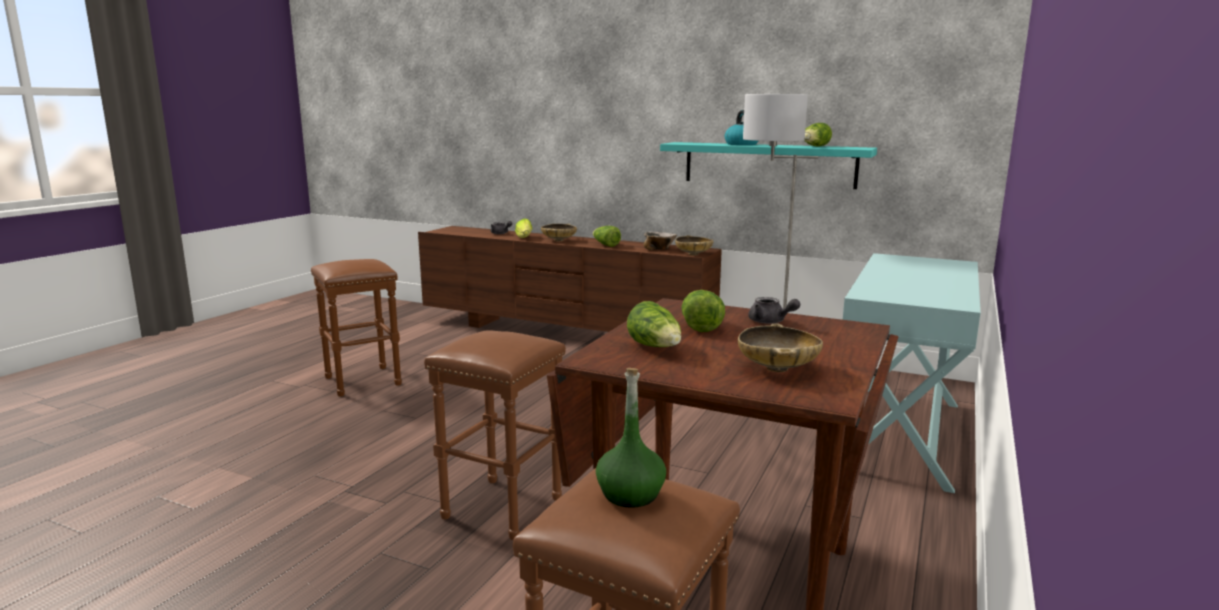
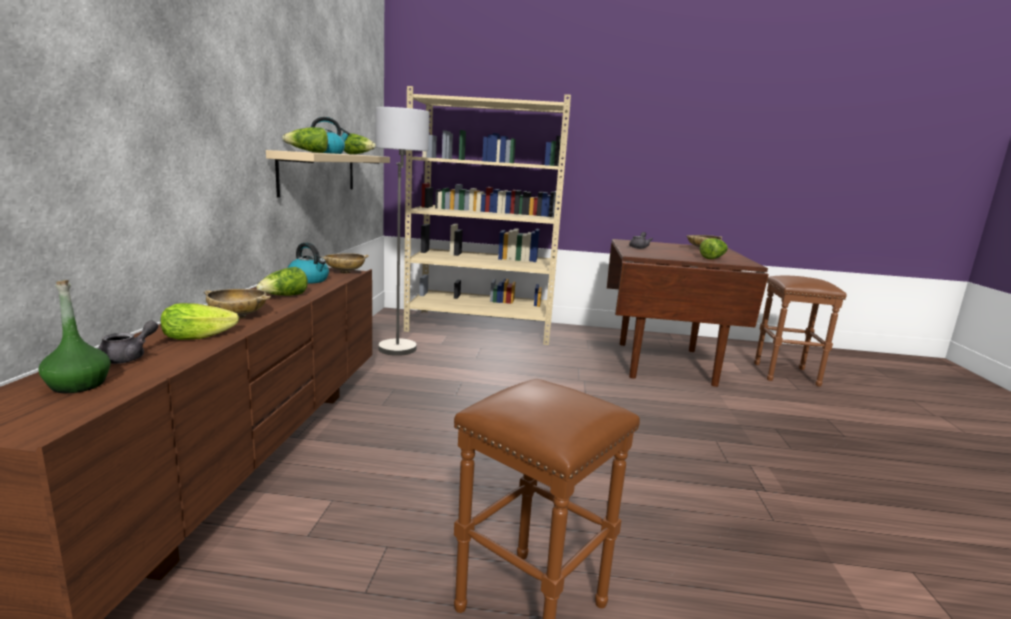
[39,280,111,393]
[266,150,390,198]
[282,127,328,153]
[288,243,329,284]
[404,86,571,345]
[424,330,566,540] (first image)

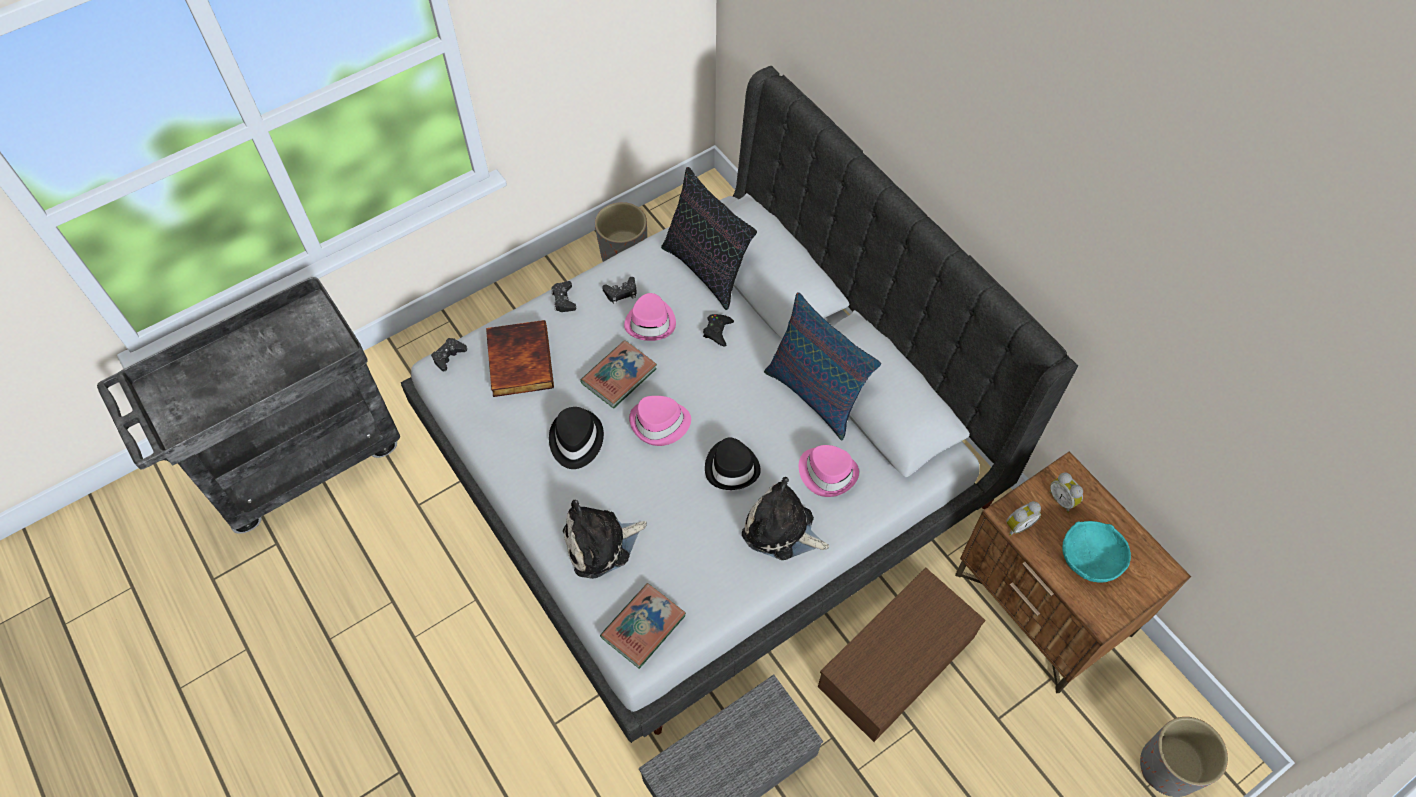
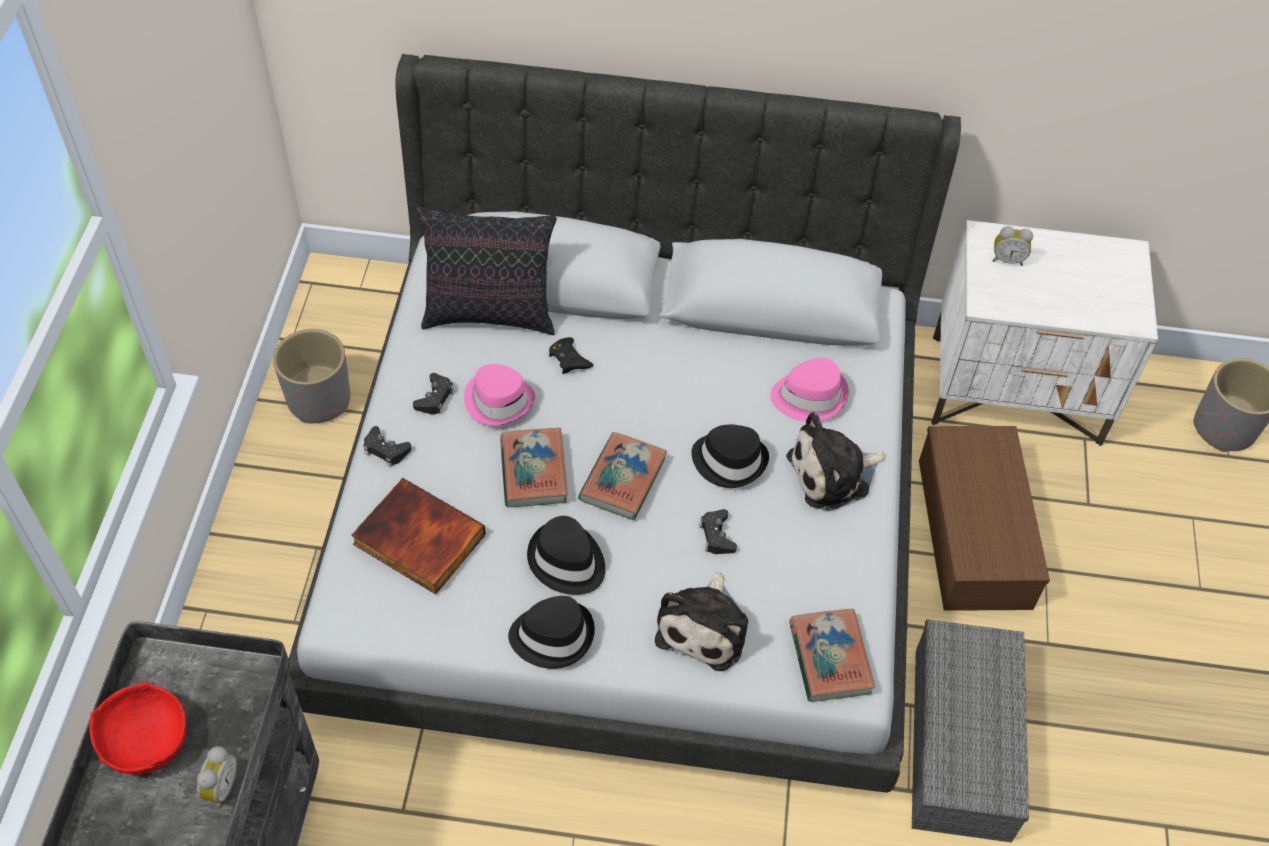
[89,682,187,774]
[197,746,237,809]
[508,596,595,669]
[578,432,667,520]
[699,509,737,554]
[931,220,1158,447]
[764,292,881,440] (first image)
[1062,521,1131,583] (first image)

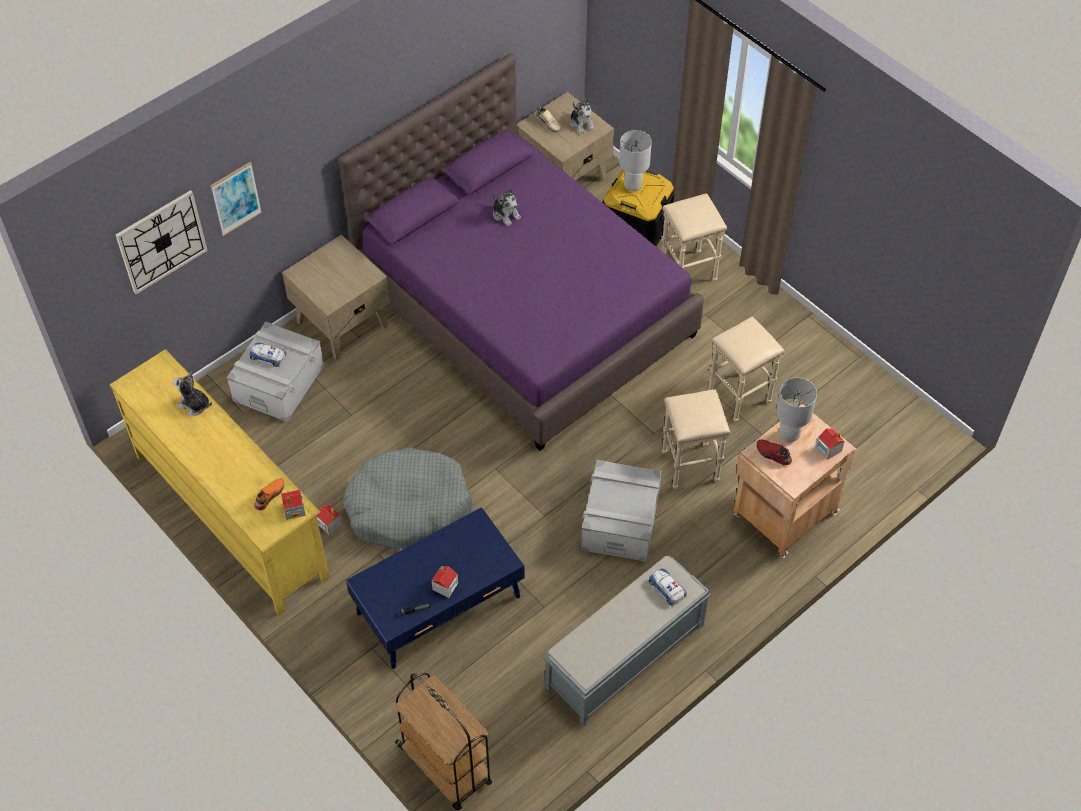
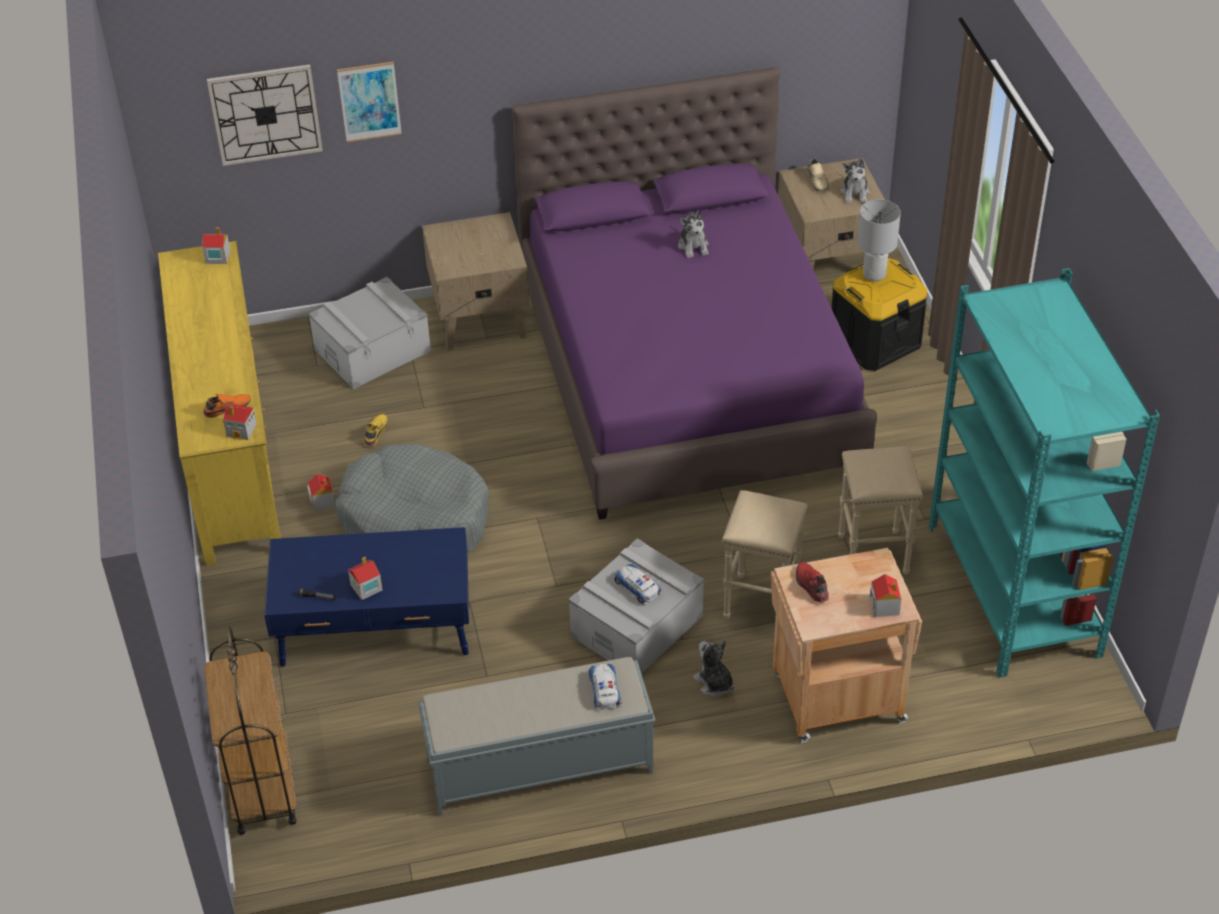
[202,227,230,264]
[364,414,388,446]
[614,564,662,605]
[693,640,734,696]
[929,268,1160,678]
[661,194,727,282] (first image)
[776,378,817,442] (first image)

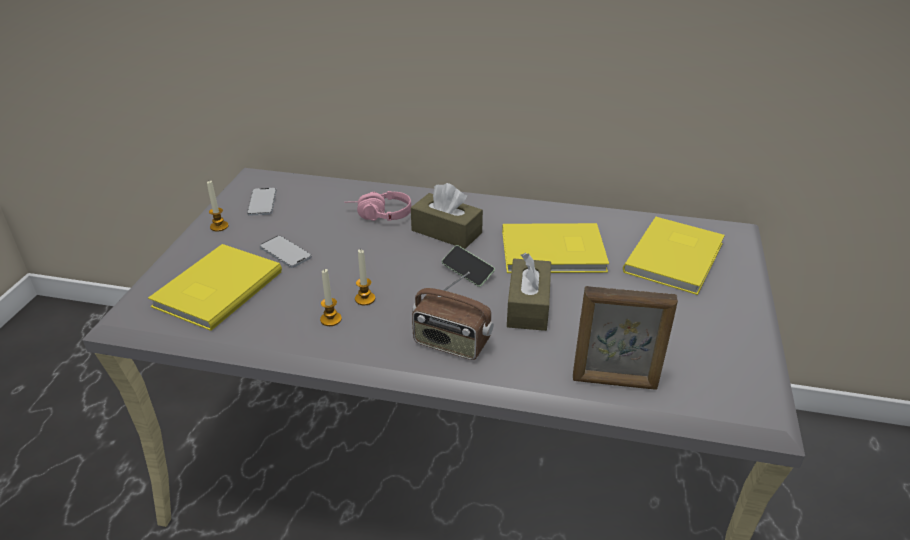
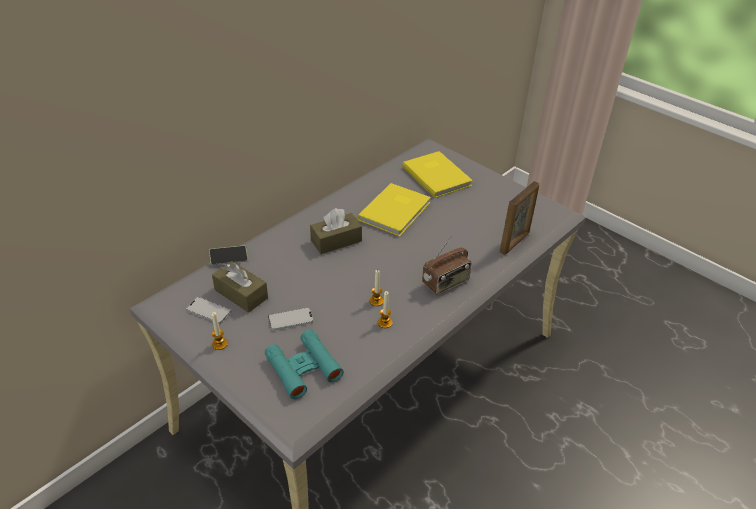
[209,246,248,265]
[212,261,268,313]
[265,329,344,399]
[344,191,411,221] (first image)

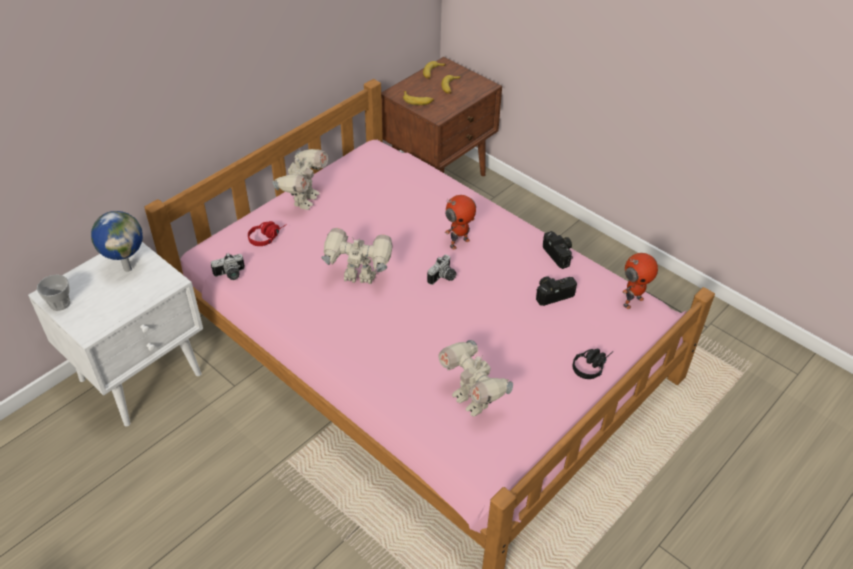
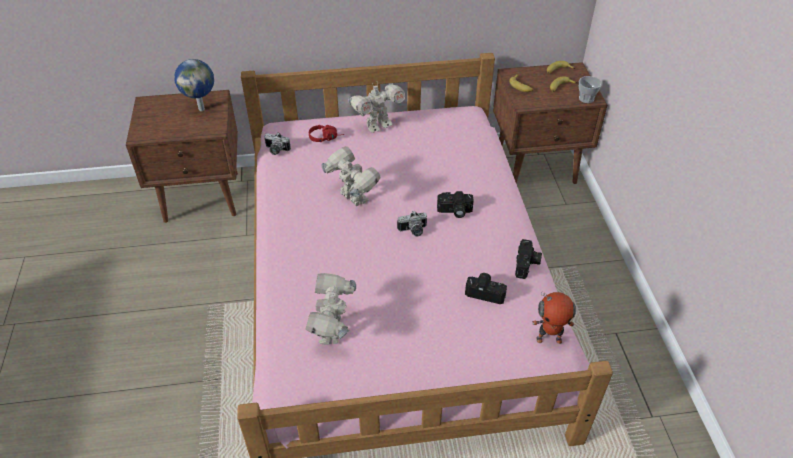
[126,90,238,223]
[437,191,474,218]
[579,76,602,103]
[573,348,613,379] (first image)

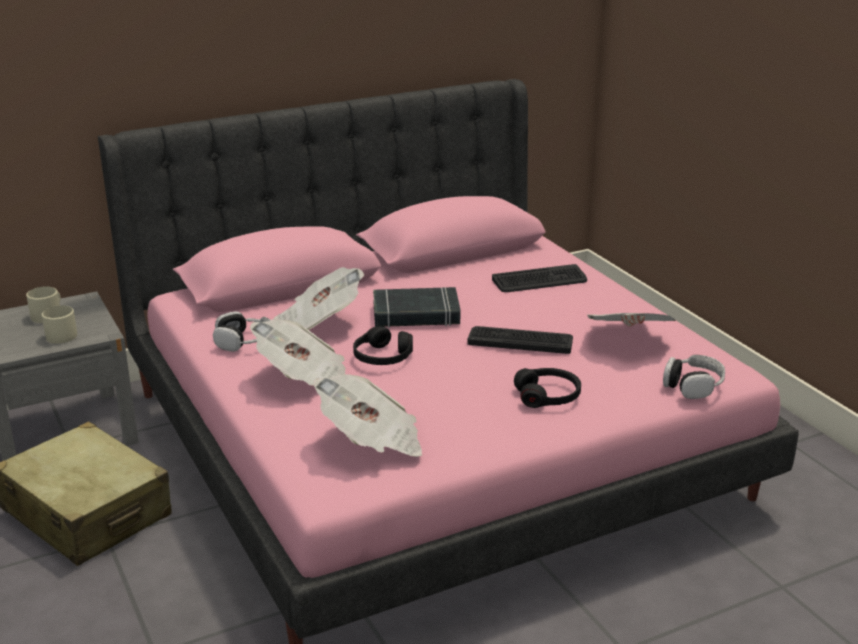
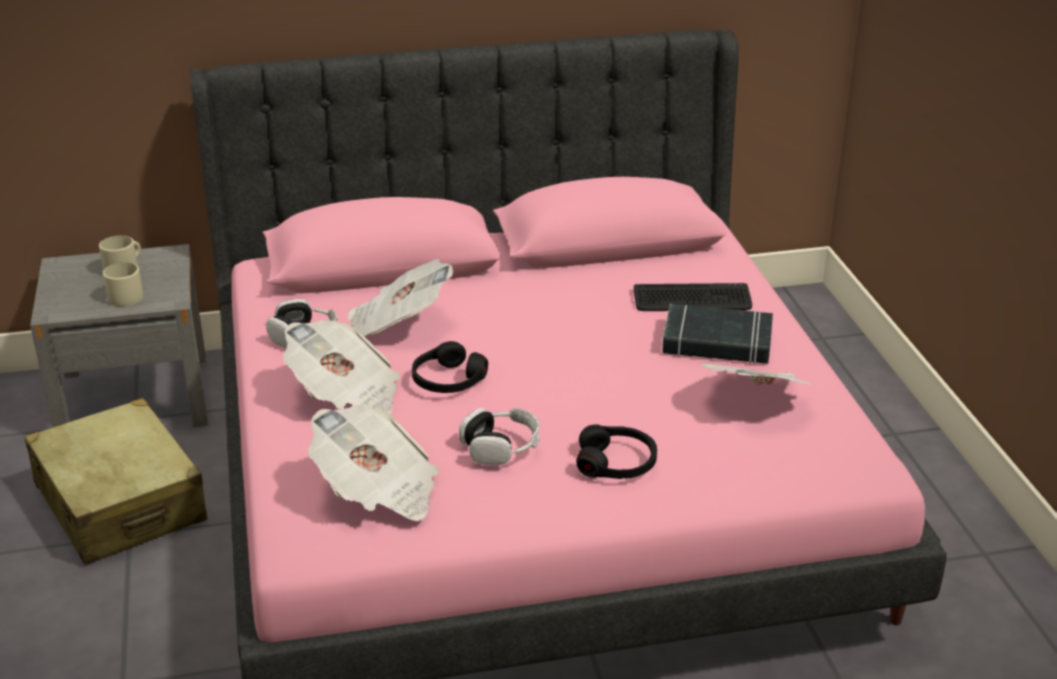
[459,408,540,465]
[662,304,773,365]
[468,326,573,354] (first image)

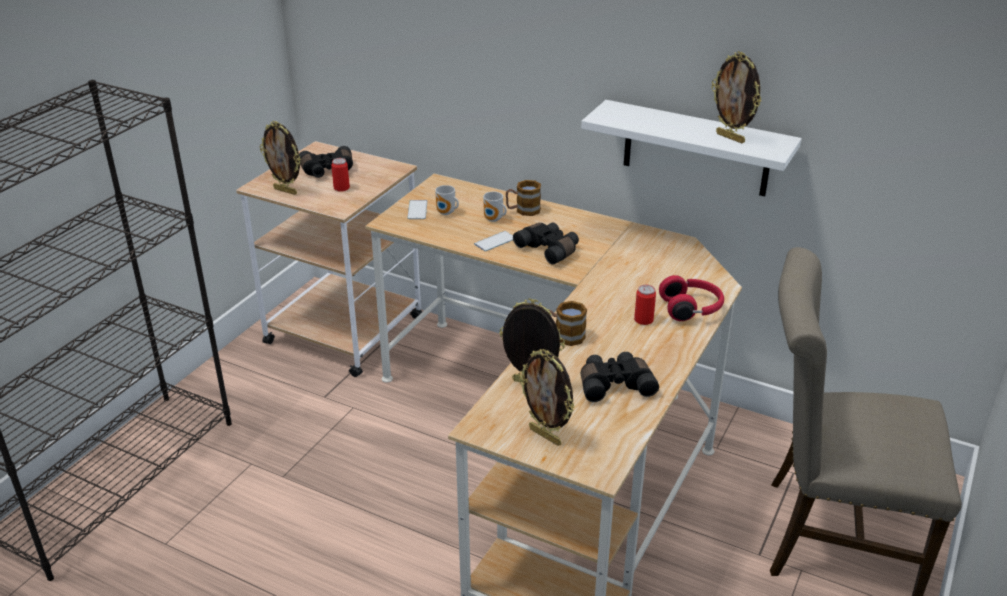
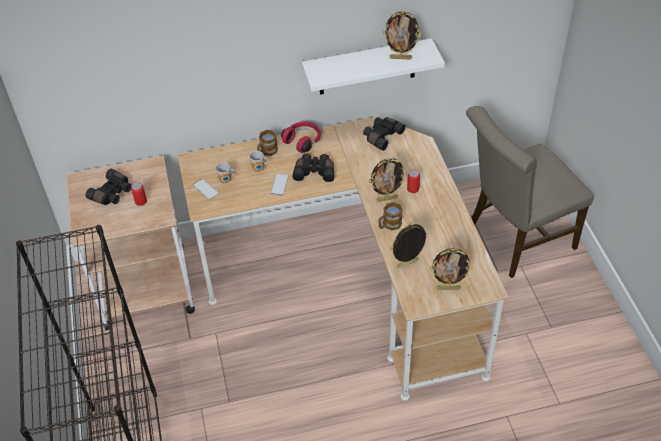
[281,122,321,153]
[363,117,406,151]
[369,158,407,202]

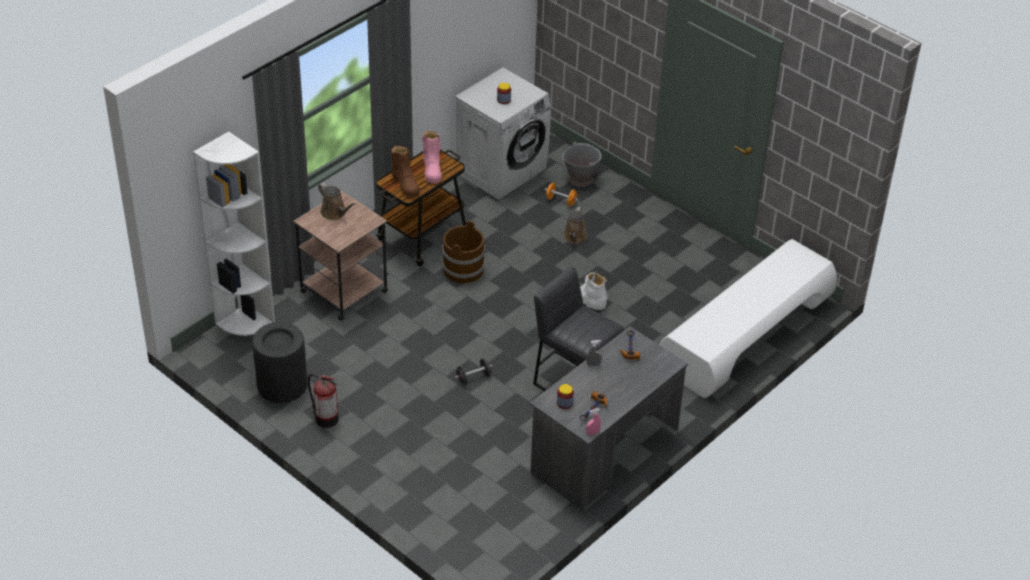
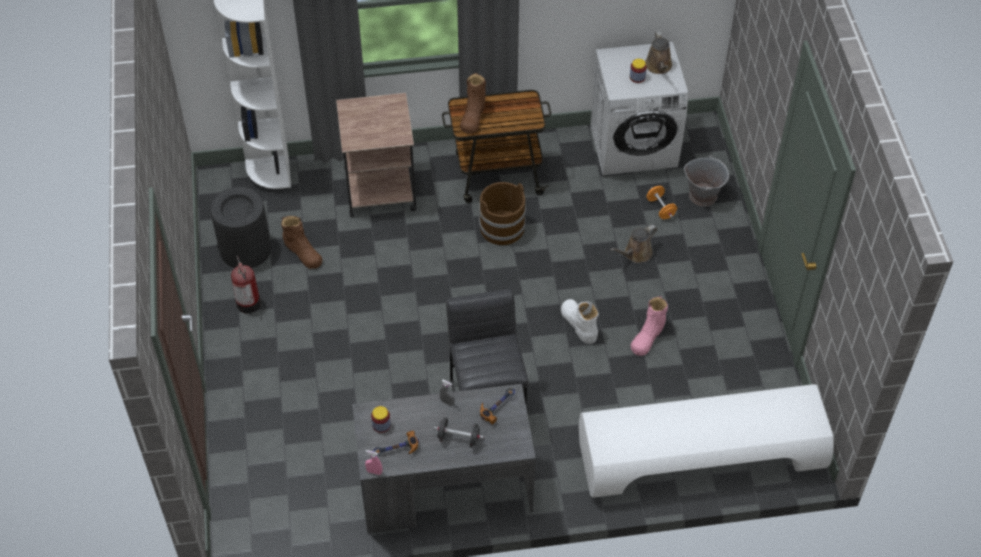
[281,216,322,269]
[434,418,484,448]
[630,296,668,356]
[645,31,672,74]

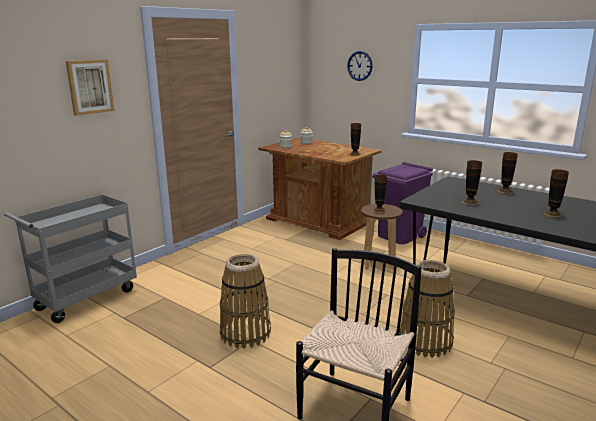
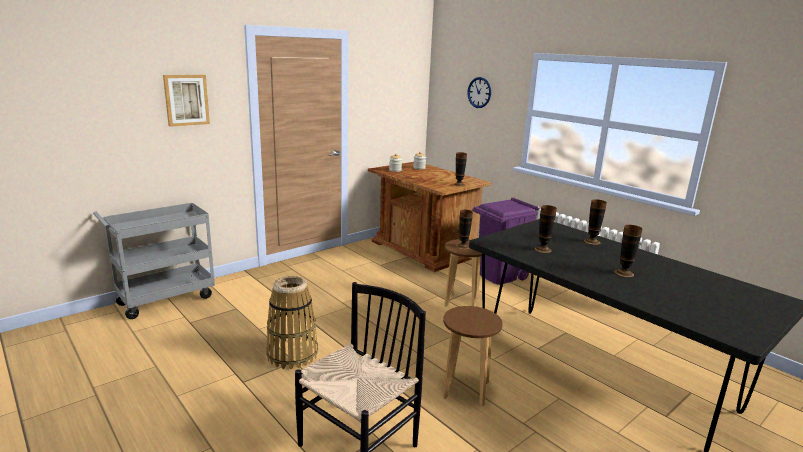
[443,306,503,406]

